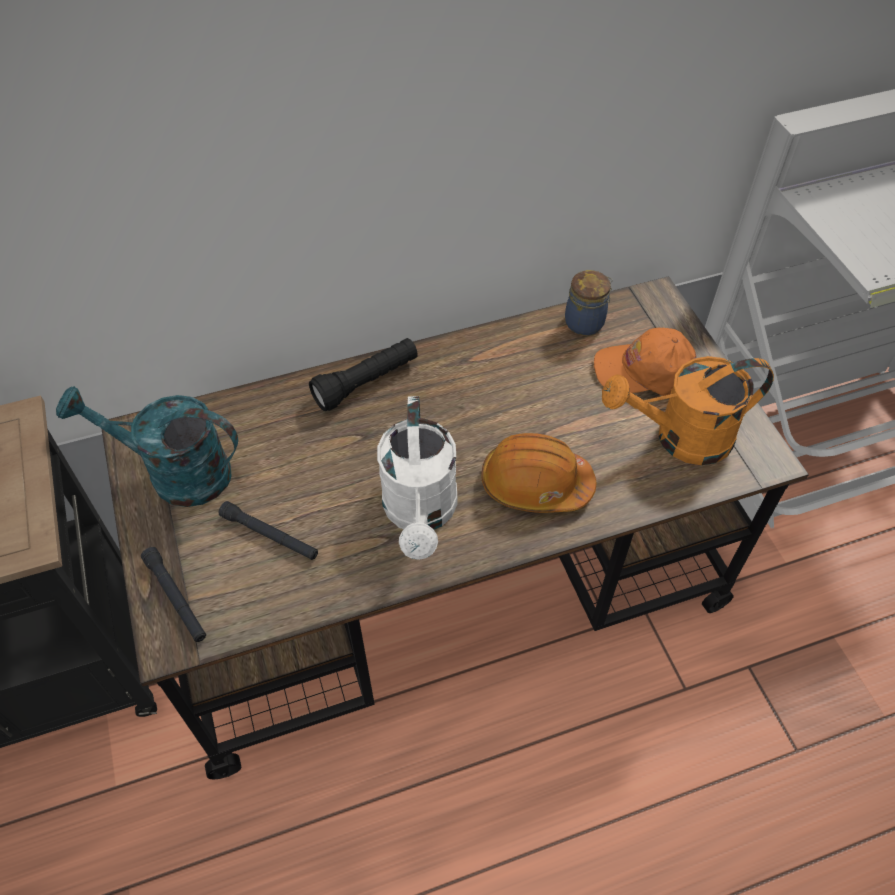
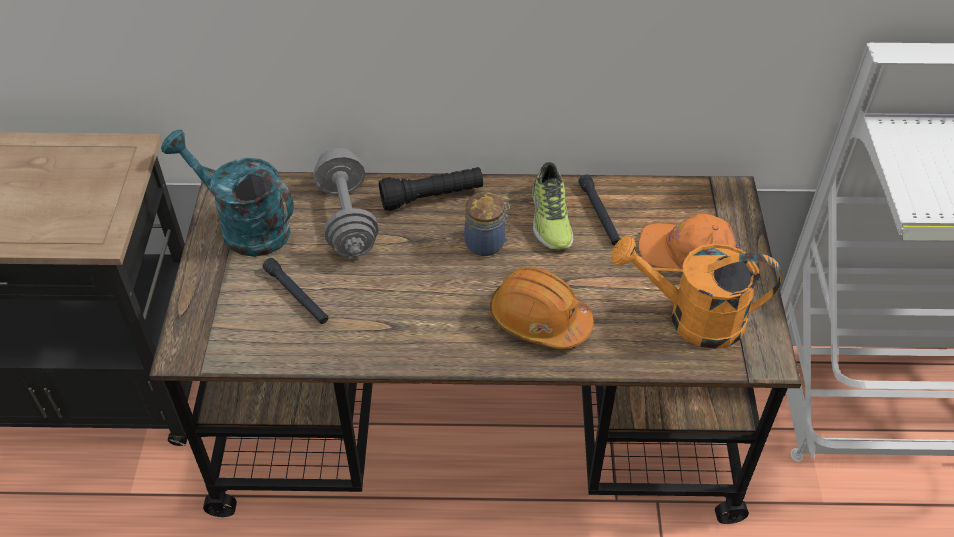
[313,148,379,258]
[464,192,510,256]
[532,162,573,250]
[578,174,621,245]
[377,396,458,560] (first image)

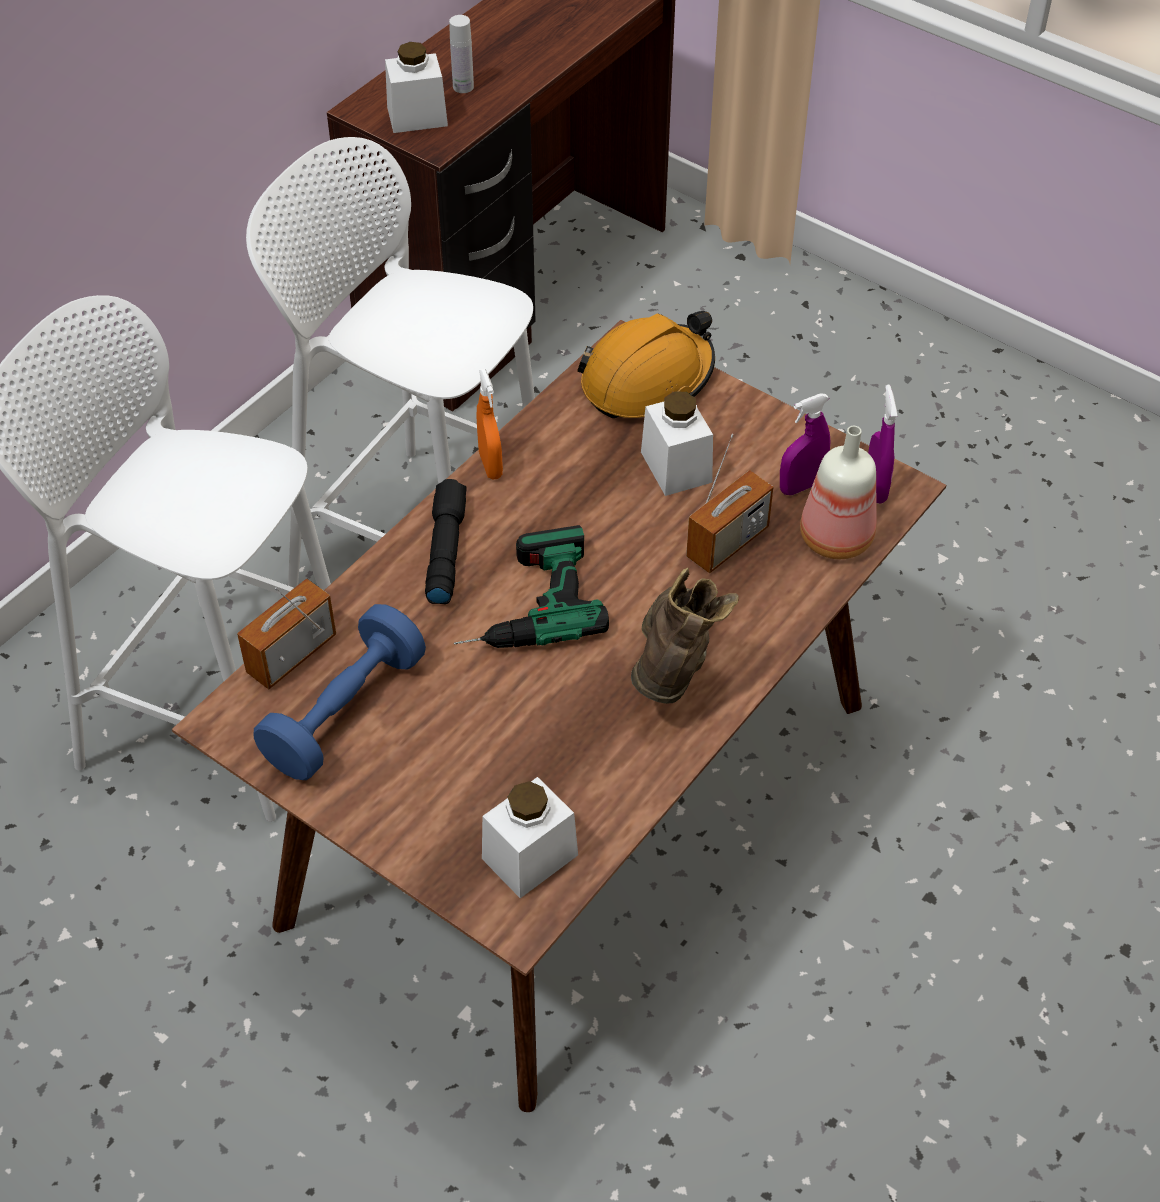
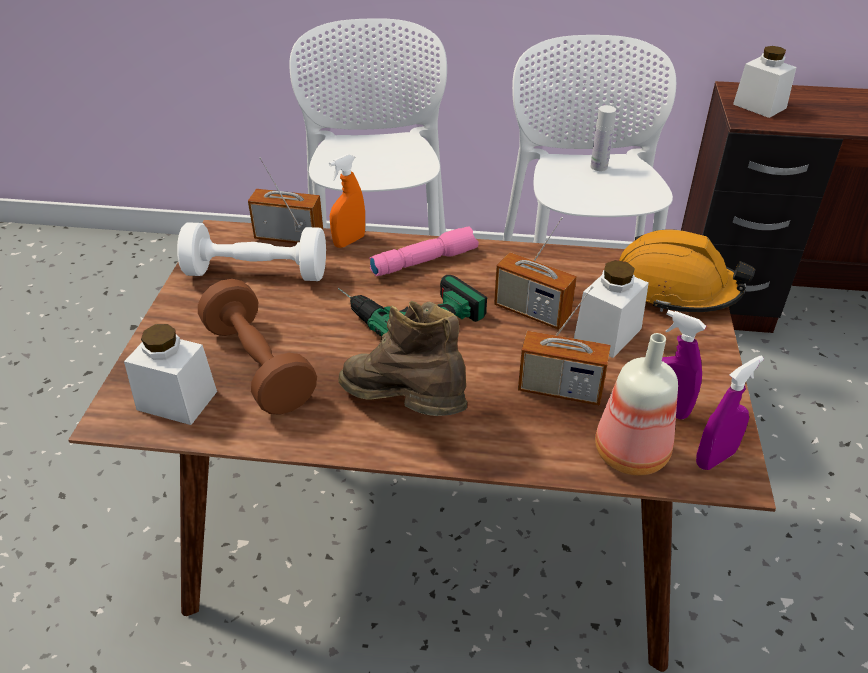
[177,222,326,281]
[198,279,317,415]
[329,154,365,248]
[339,301,467,416]
[369,226,479,276]
[494,217,577,330]
[591,105,616,171]

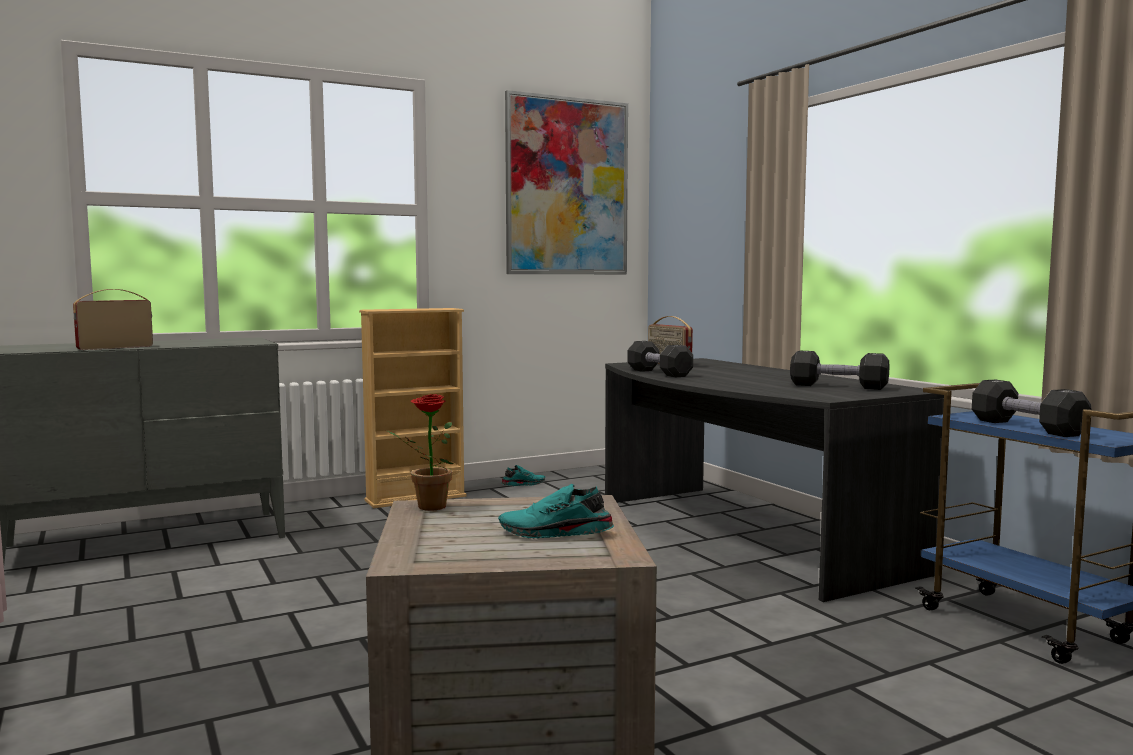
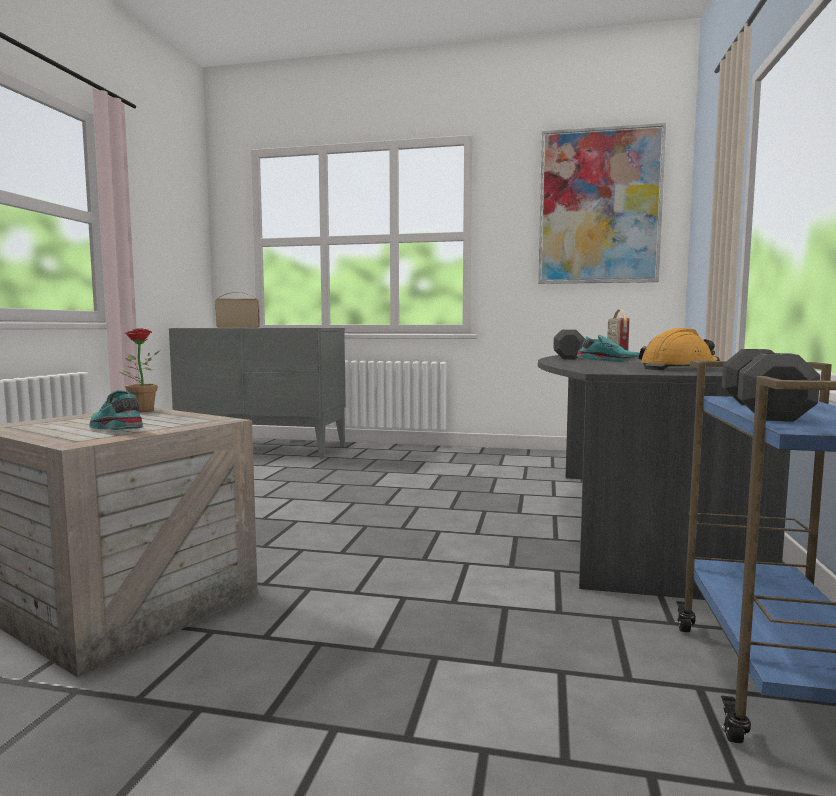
[577,335,640,362]
[638,328,720,370]
[359,308,467,508] (first image)

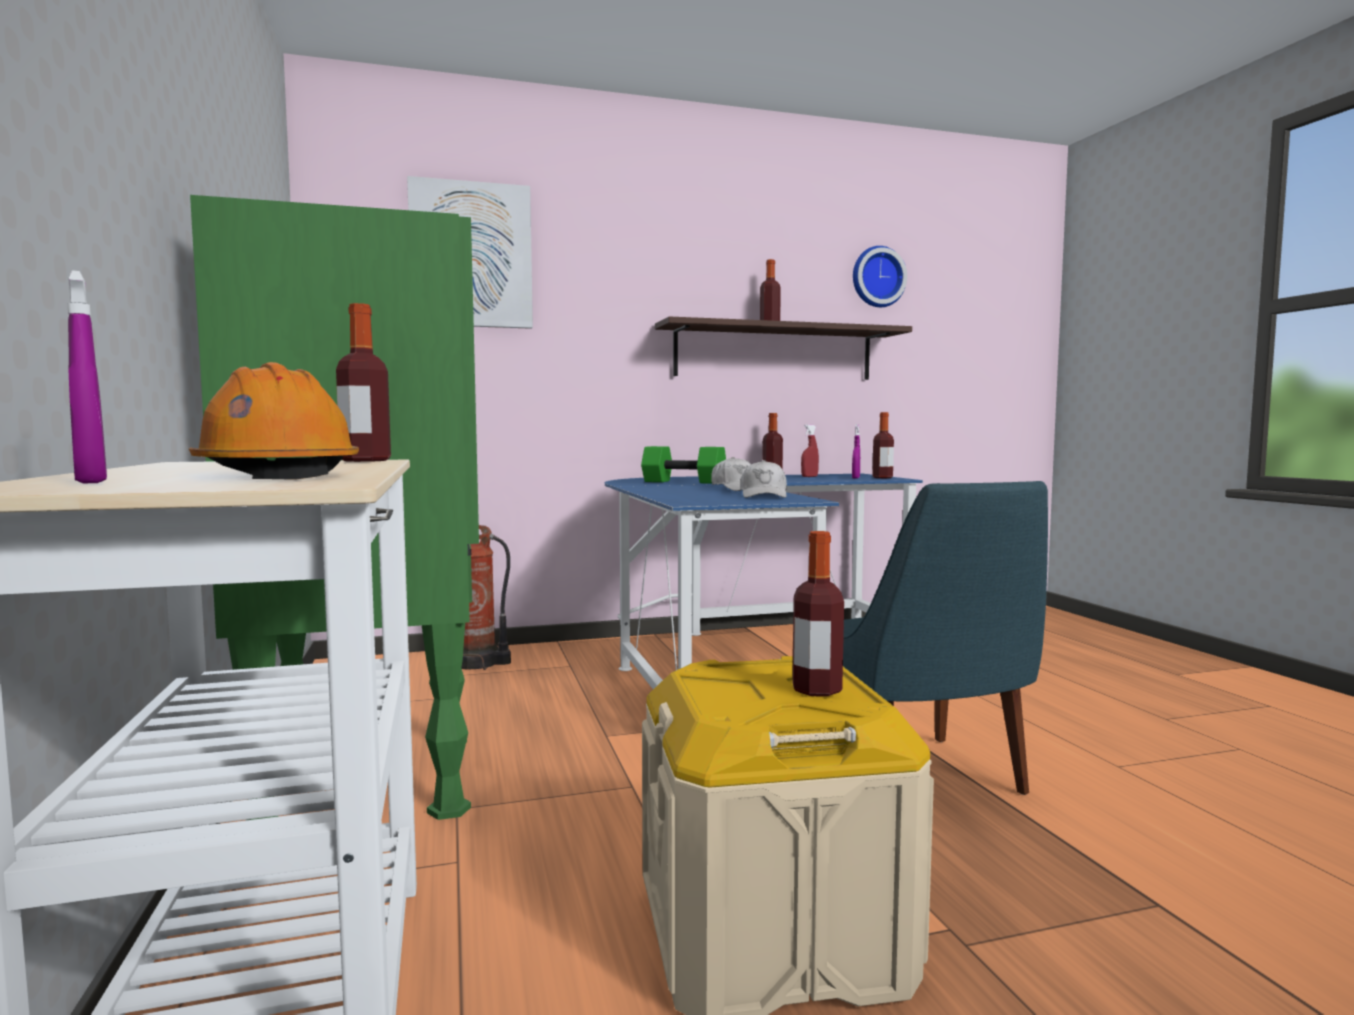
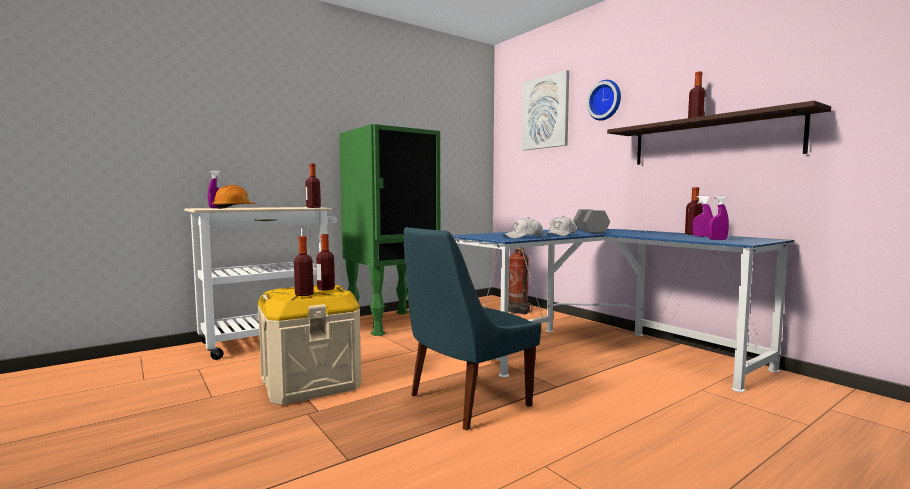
[316,234,335,290]
[573,209,610,233]
[587,80,621,121]
[693,196,713,237]

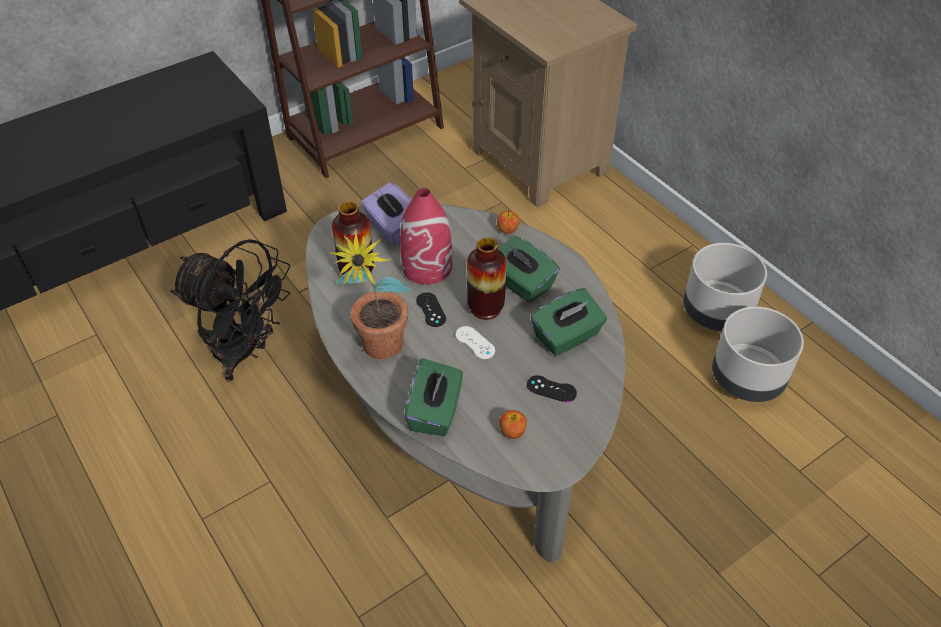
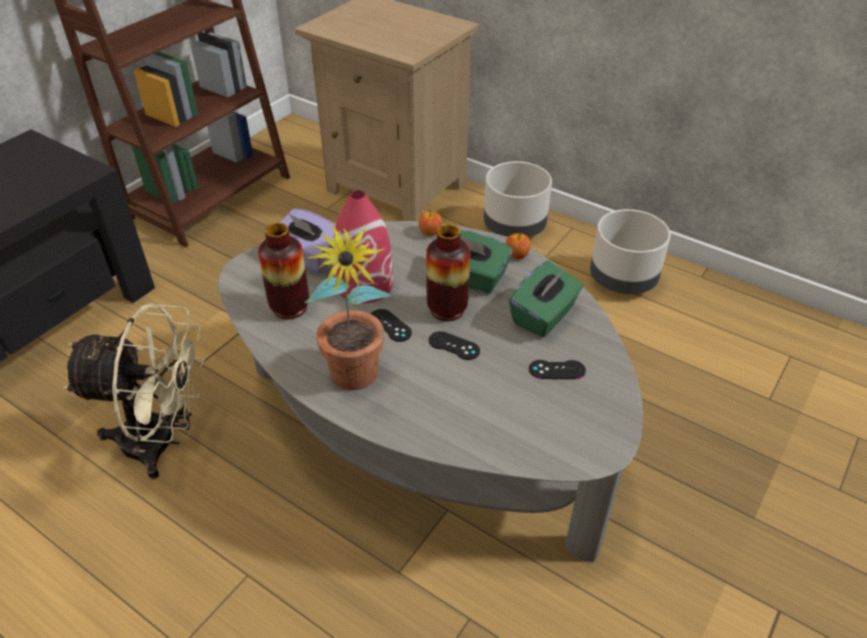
[63,303,206,480]
[429,331,480,360]
[484,161,552,238]
[506,233,531,259]
[404,358,463,436] (first image)

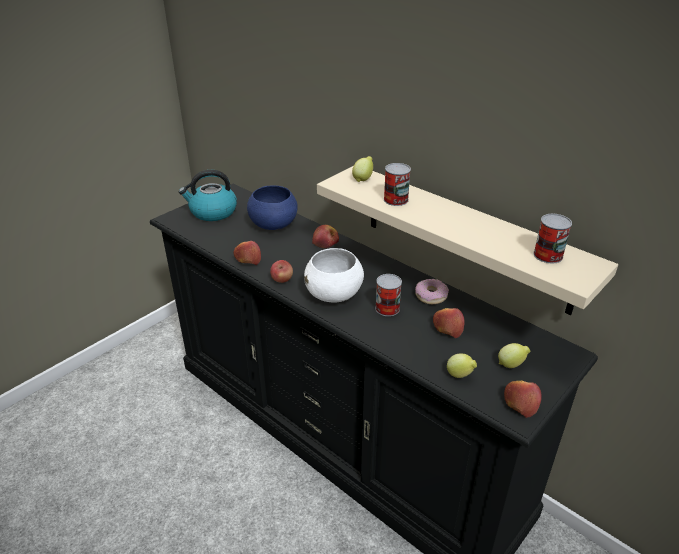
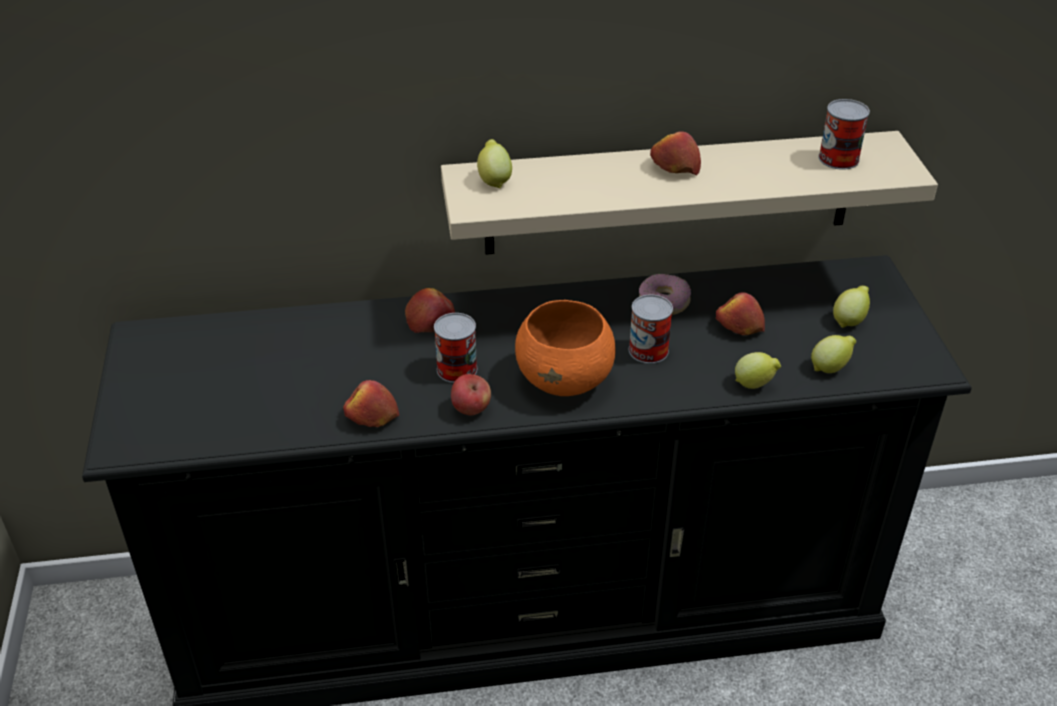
[434,313,477,383]
[515,300,616,396]
[650,131,701,175]
[735,352,781,389]
[179,170,237,221] (first image)
[247,185,298,230] (first image)

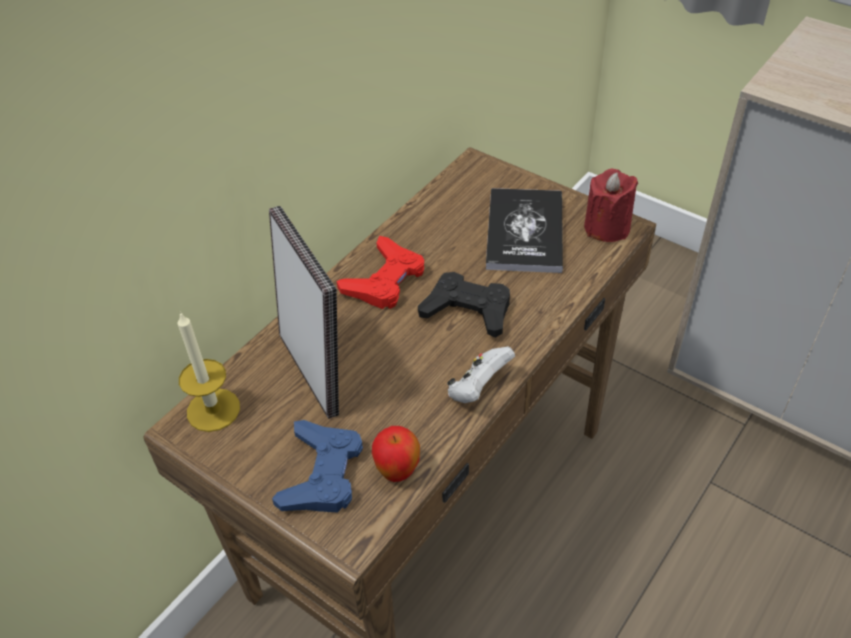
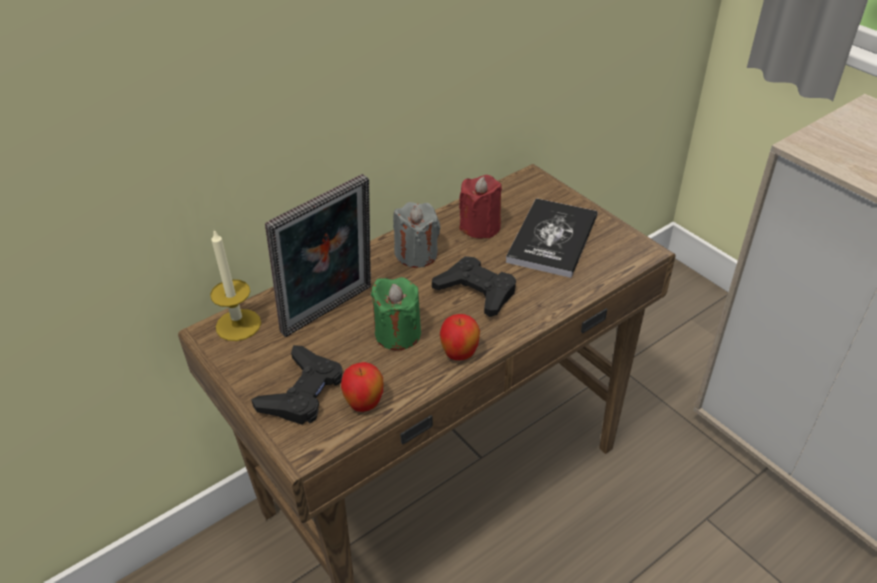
[251,345,343,425]
[265,174,371,337]
[371,277,421,350]
[393,202,441,268]
[440,314,480,360]
[459,175,502,238]

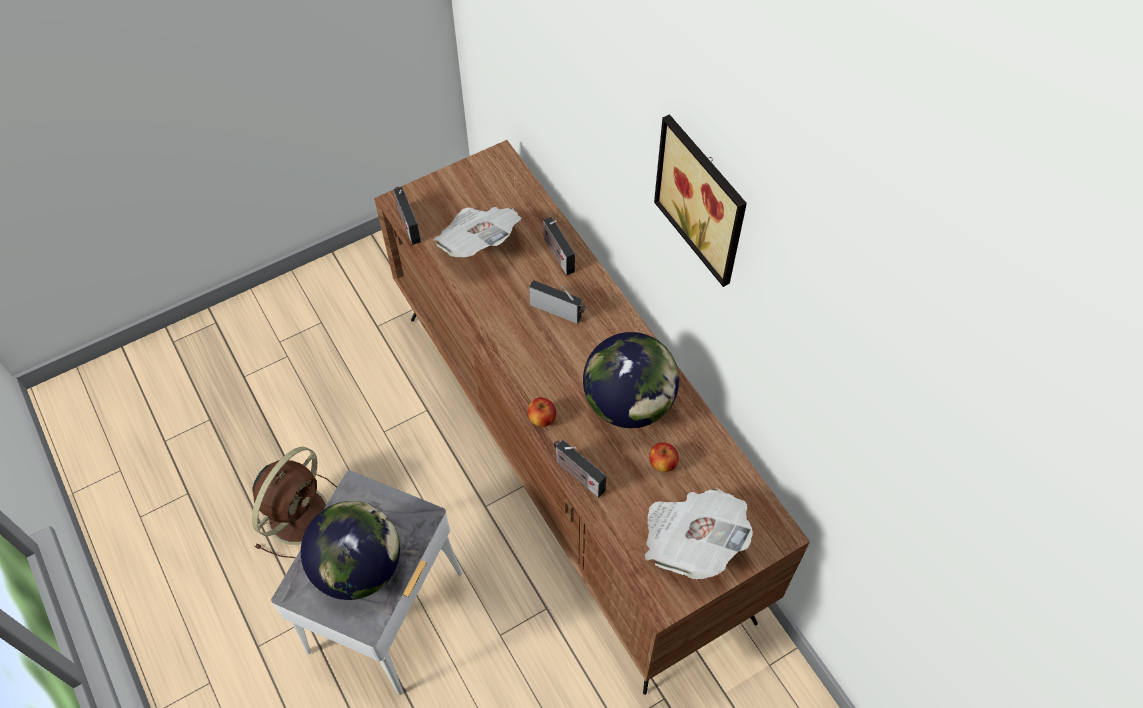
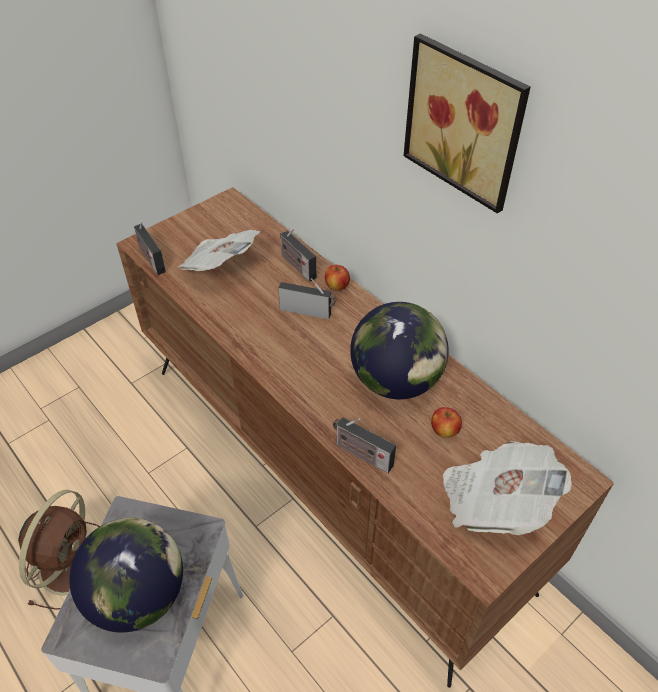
[325,265,350,291]

